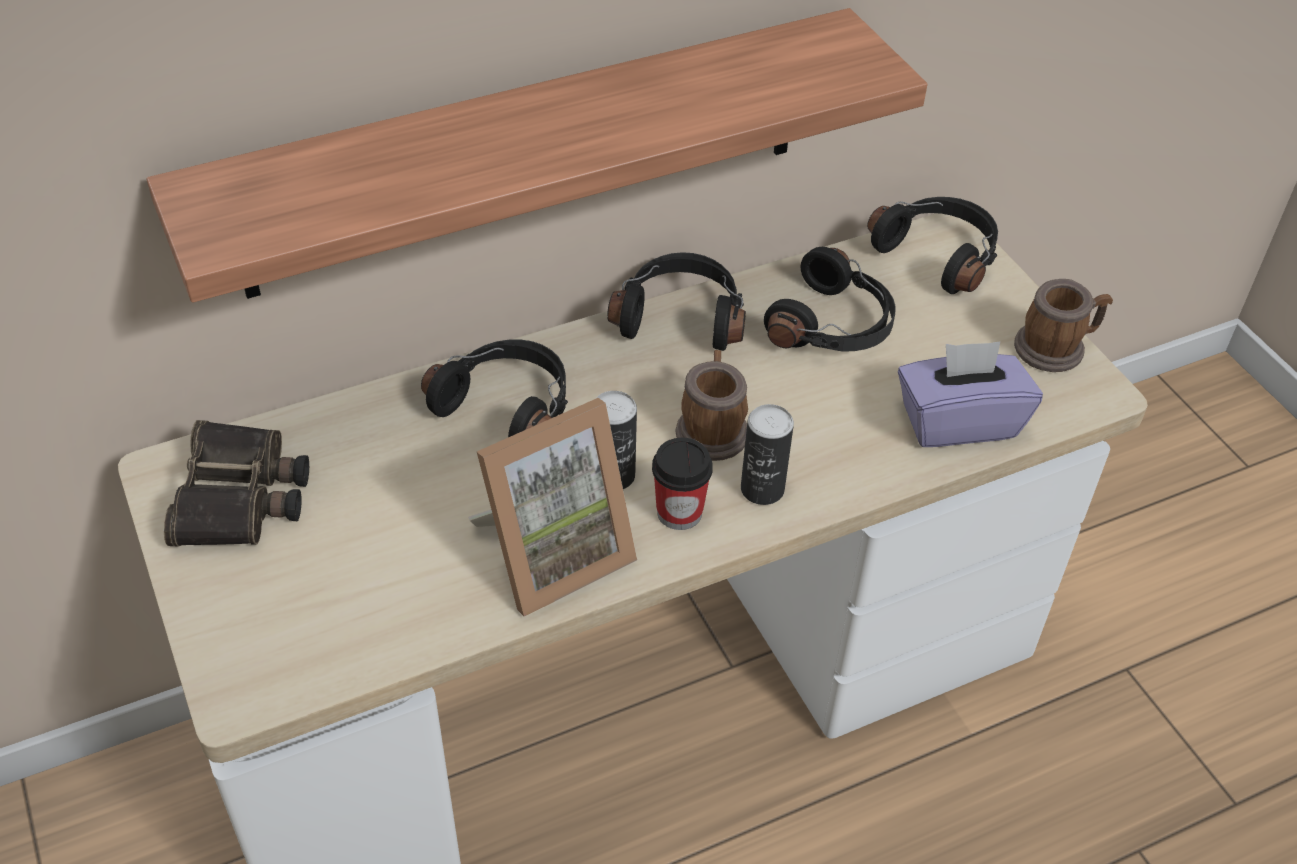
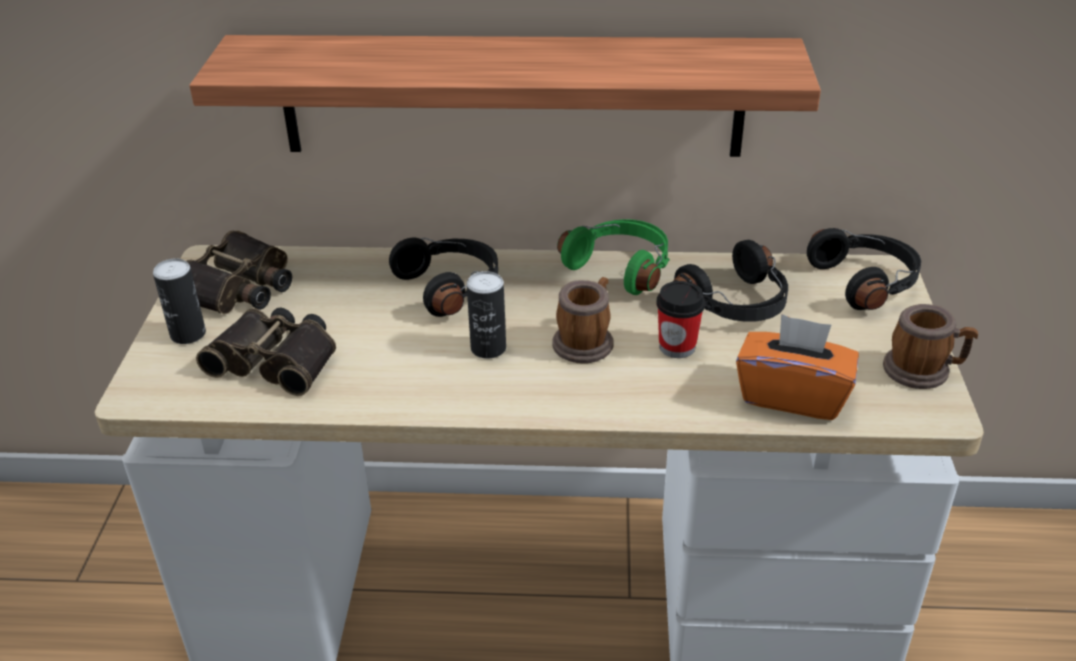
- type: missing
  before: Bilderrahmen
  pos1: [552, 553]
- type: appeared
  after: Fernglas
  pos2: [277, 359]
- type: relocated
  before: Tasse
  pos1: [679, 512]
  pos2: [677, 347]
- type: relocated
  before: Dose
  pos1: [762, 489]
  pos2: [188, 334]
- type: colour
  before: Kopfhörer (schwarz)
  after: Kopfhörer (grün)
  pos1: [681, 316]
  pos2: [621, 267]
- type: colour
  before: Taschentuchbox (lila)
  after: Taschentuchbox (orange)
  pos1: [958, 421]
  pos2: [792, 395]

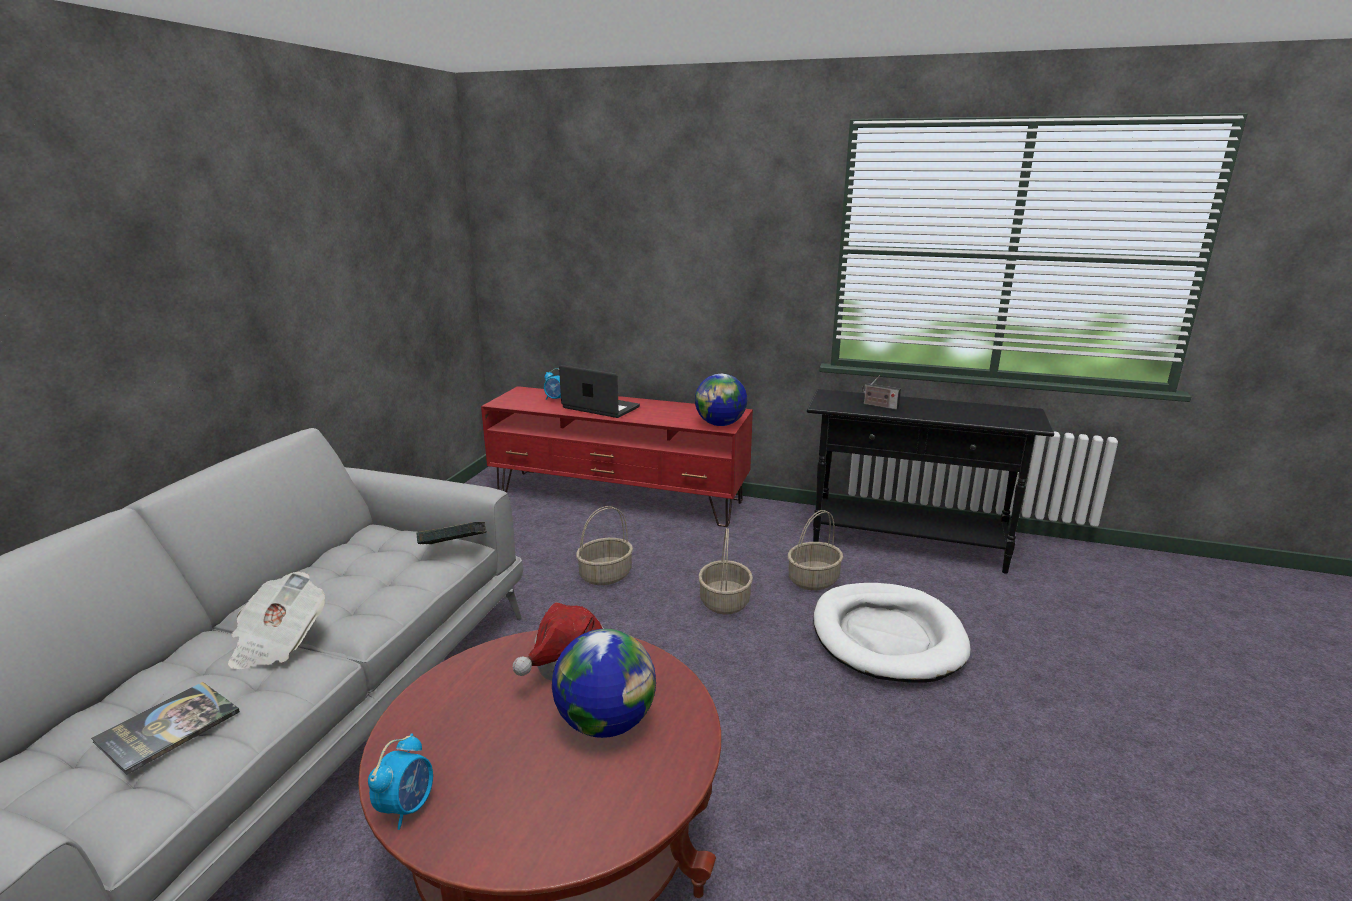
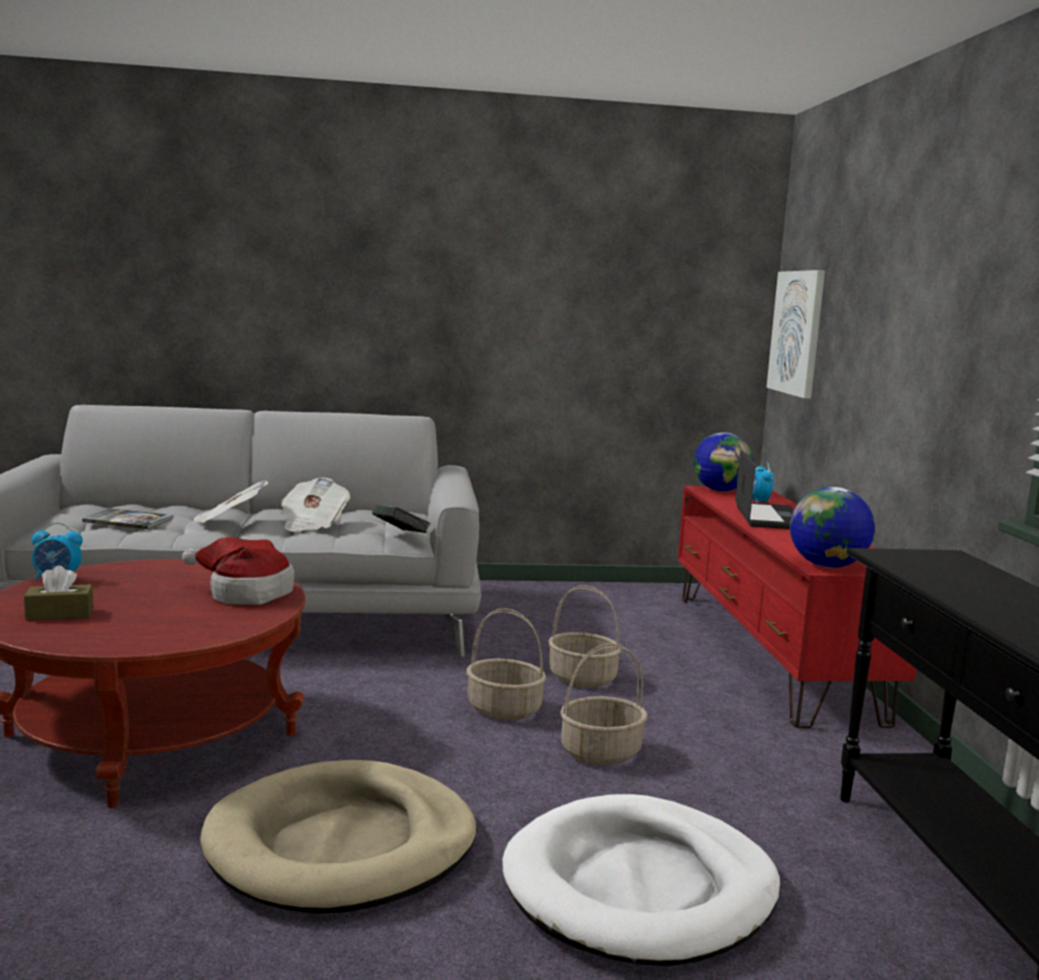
- type: missing
  before: Radio
  pos1: [879, 406]
- type: appeared
  after: Taschentuchbox (braun)
  pos2: [60, 614]
- type: appeared
  after: Hundebett (beige)
  pos2: [342, 845]
- type: appeared
  after: Zeitung
  pos2: [312, 524]
- type: appeared
  after: Bild
  pos2: [797, 332]
- type: relocated
  before: Globus
  pos1: [606, 722]
  pos2: [720, 490]
- type: relocated
  before: Korb
  pos1: [813, 579]
  pos2: [505, 709]

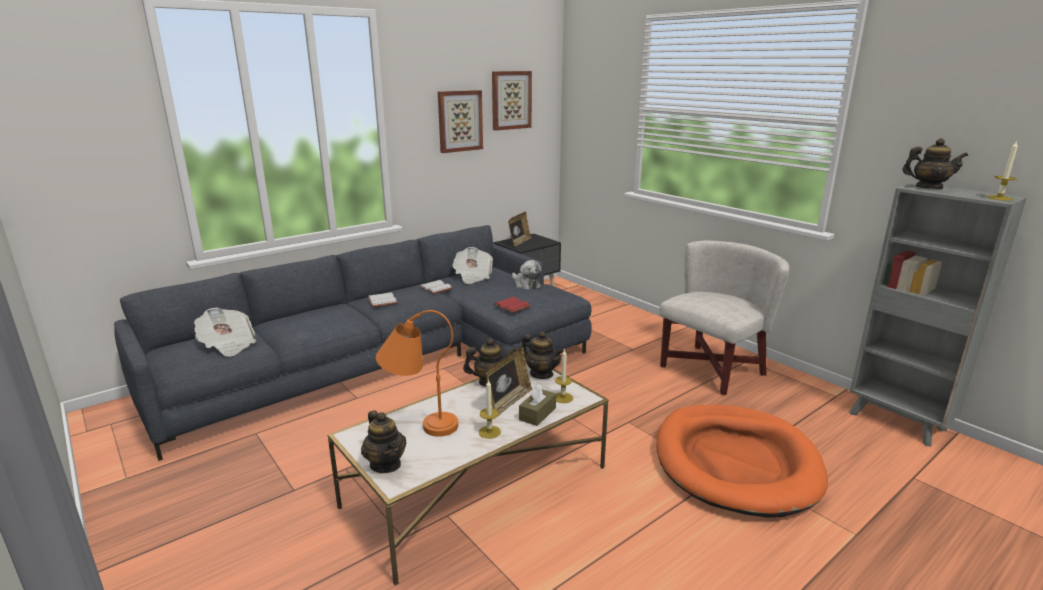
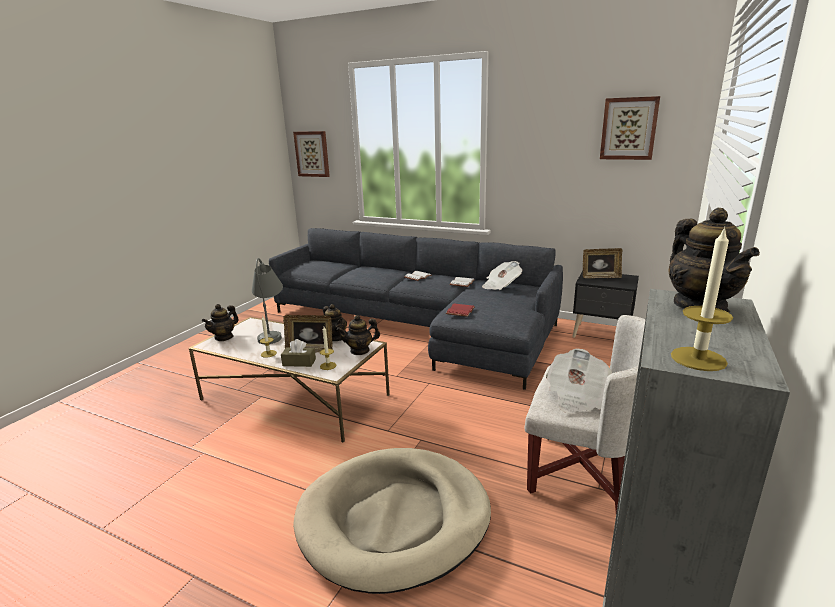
- type: missing
  before: Plüschtier
  pos1: [525, 284]
- type: relocated
  before: Zeitung
  pos1: [228, 345]
  pos2: [576, 396]
- type: relocated
  before: Bild
  pos1: [459, 121]
  pos2: [312, 154]
- type: colour
  before: Tischlampe (orange)
  after: Tischlampe (grau)
  pos1: [419, 421]
  pos2: [272, 332]
- type: colour
  before: Hundebett (orange)
  after: Hundebett (beige)
  pos1: [735, 463]
  pos2: [394, 519]
- type: spun
  before: Teekanne
  pos1: [541, 374]
  pos2: [360, 350]
  turn: 60

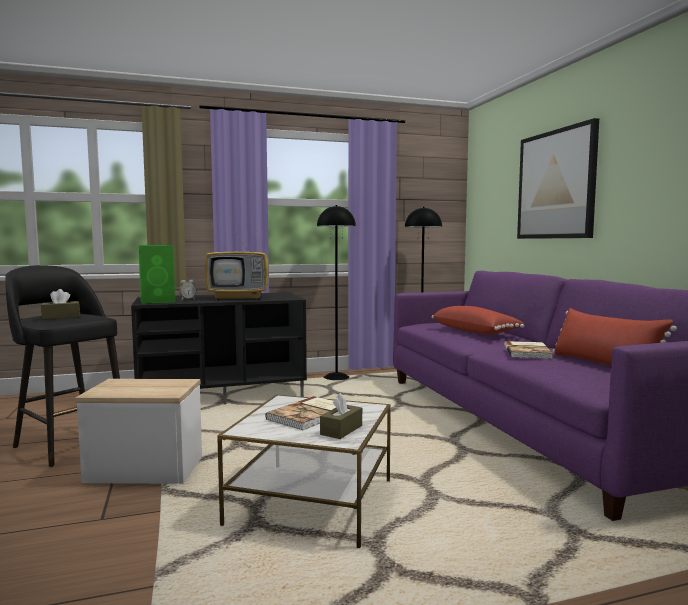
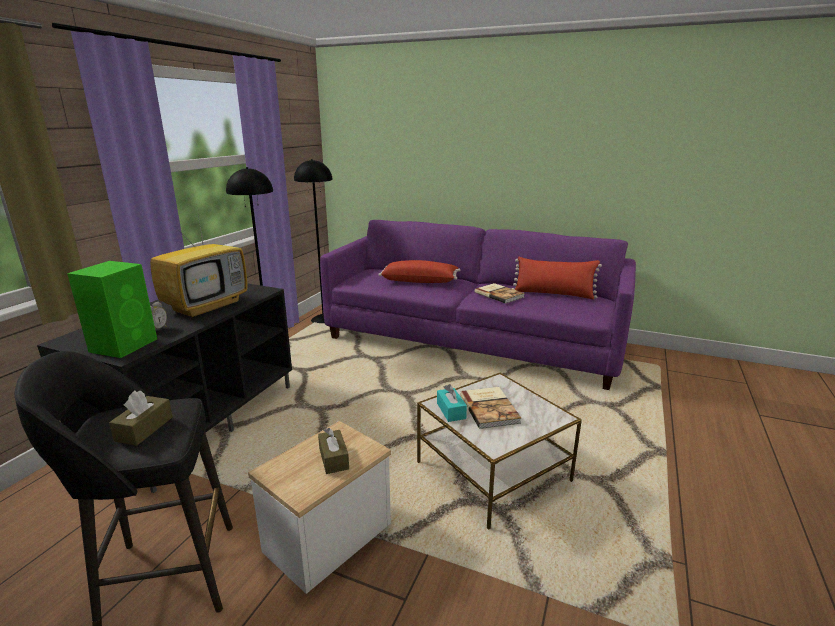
- type: missing
  before: Bild
  pos1: [556, 185]
- type: appeared
  after: Taschentuchbox (türkis)
  pos2: [451, 411]
- type: relocated
  before: Taschentuchbox (braun)
  pos1: [341, 430]
  pos2: [333, 458]

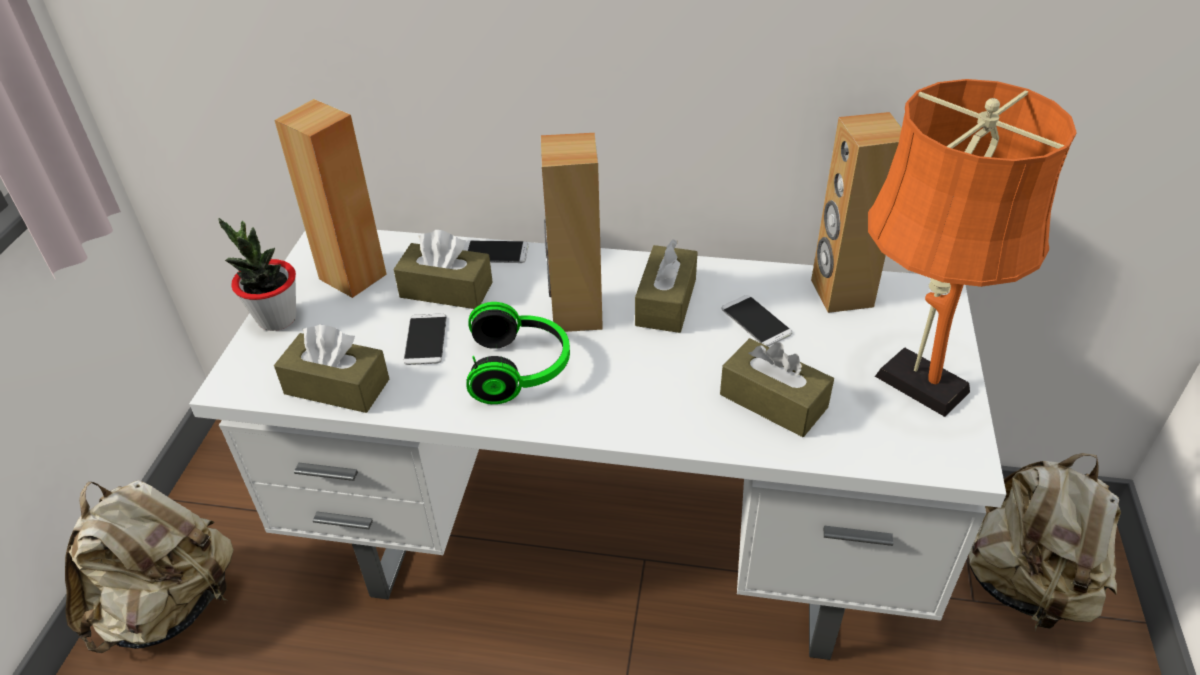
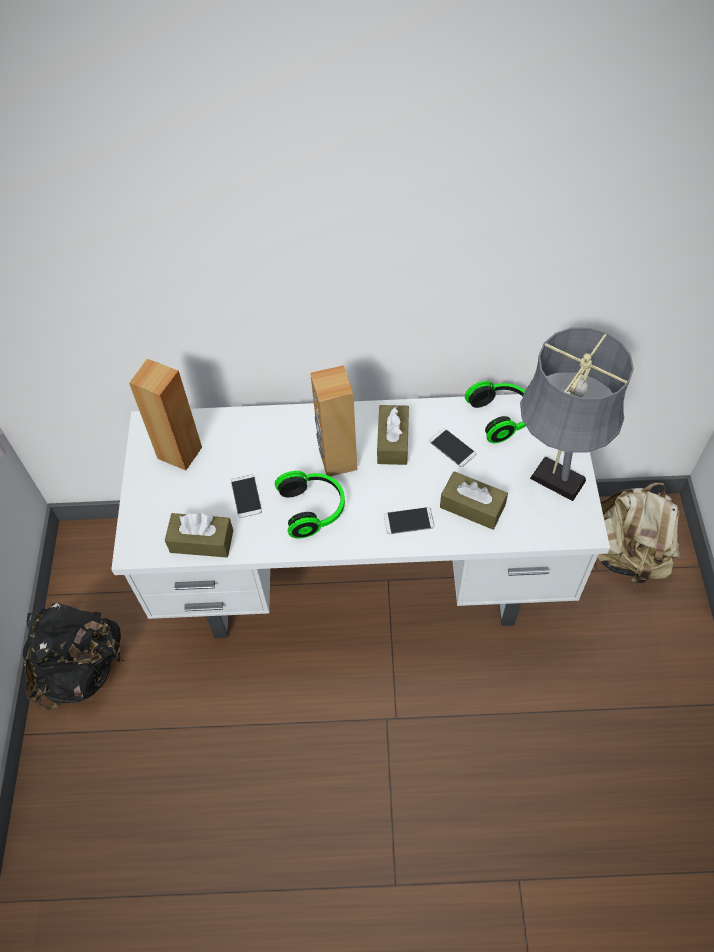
- type: missing
  before: Topfpflanze
  pos1: [276, 318]
- type: missing
  before: Taschentuchbox (braun)
  pos1: [446, 290]
- type: relocated
  before: Handy
  pos1: [495, 253]
  pos2: [409, 521]
- type: exchanged
  before: Lautsprecher (braun)
  after: Kopfhörer
  pos1: [840, 293]
  pos2: [502, 417]
- type: colour
  before: Rucksack (beige)
  after: Rucksack (schwarz)
  pos1: [170, 606]
  pos2: [82, 669]
- type: colour
  before: Tischlampe (orange)
  after: Tischlampe (grau)
  pos1: [914, 379]
  pos2: [552, 477]

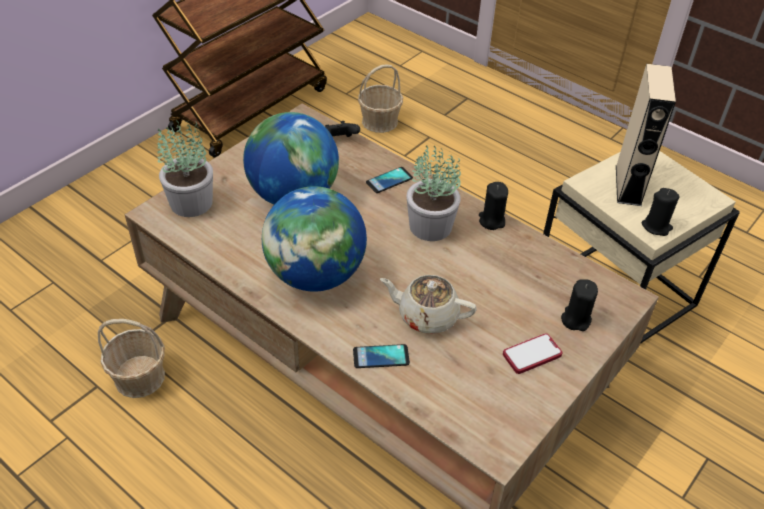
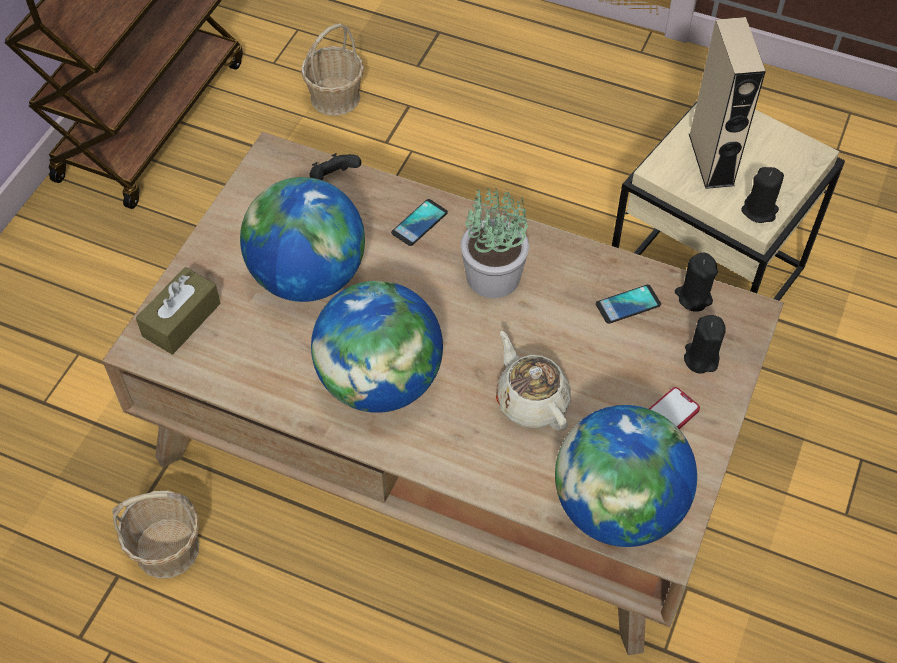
- type: appeared
  after: Globus
  pos2: [617, 508]
- type: relocated
  before: Handy
  pos1: [381, 357]
  pos2: [628, 305]
- type: relocated
  before: Kerze (schwarz)
  pos1: [491, 220]
  pos2: [693, 297]
- type: exchanged
  before: Topfpflanze
  after: Taschentuchbox (braun)
  pos1: [191, 202]
  pos2: [181, 320]
- type: spun
  before: Teekanne (beige)
  pos1: [426, 316]
  pos2: [531, 401]
  turn: 60

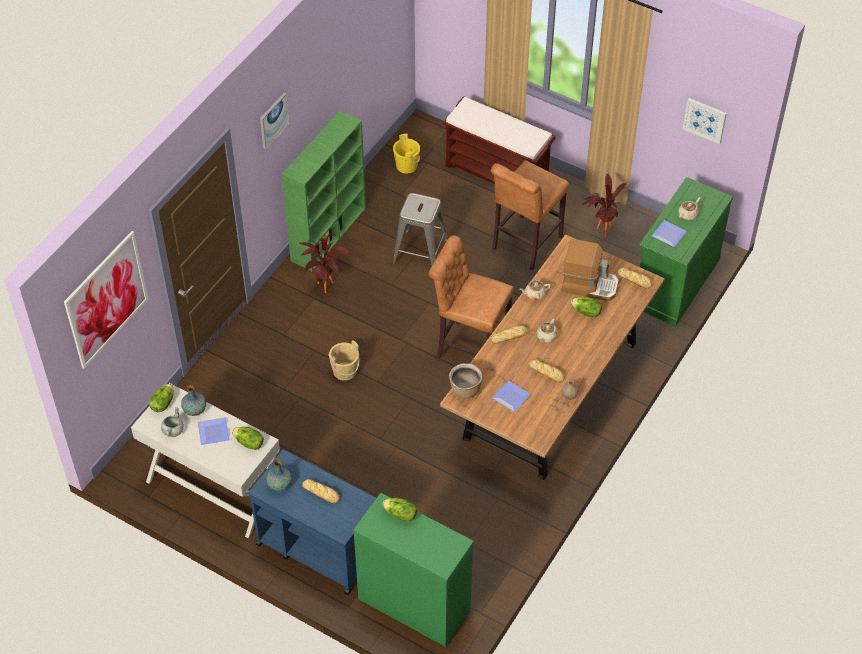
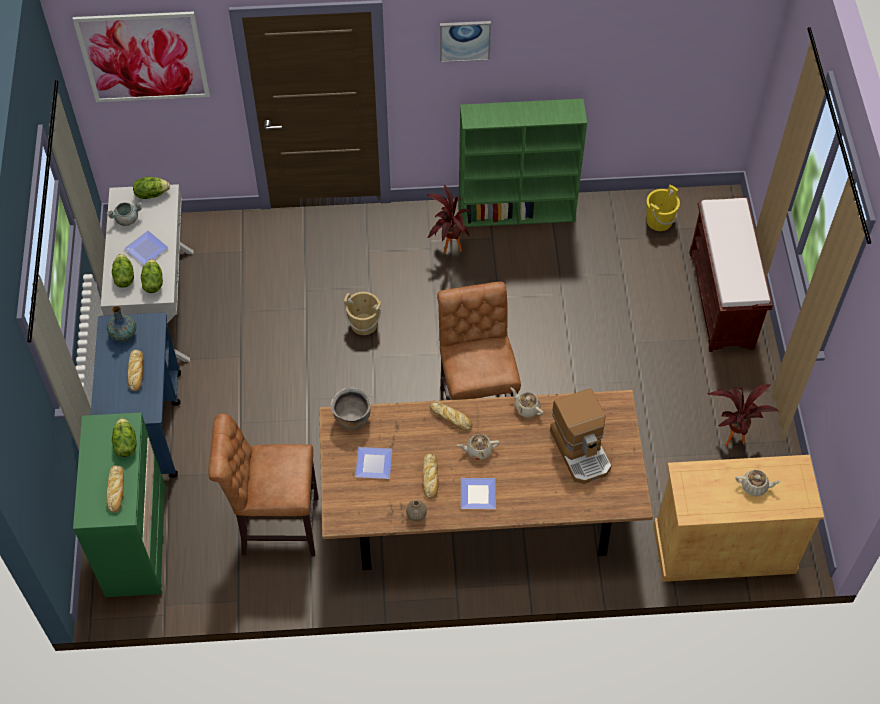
- type: missing
  before: Vase
  pos1: [194, 410]
- type: missing
  before: Hocker (grau)
  pos1: [420, 252]
- type: missing
  before: Bild
  pos1: [704, 120]
- type: relocated
  before: Hocker (braun)
  pos1: [524, 245]
  pos2: [275, 526]
- type: relocated
  before: Salatkopf
  pos1: [586, 312]
  pos2: [124, 277]
- type: relocated
  before: Brot
  pos1: [635, 280]
  pos2: [116, 491]
- type: relocated
  before: Teller
  pos1: [667, 235]
  pos2: [476, 493]
- type: colour
  before: Schrank (grün)
  after: Schrank (beige)
  pos1: [675, 282]
  pos2: [723, 548]

